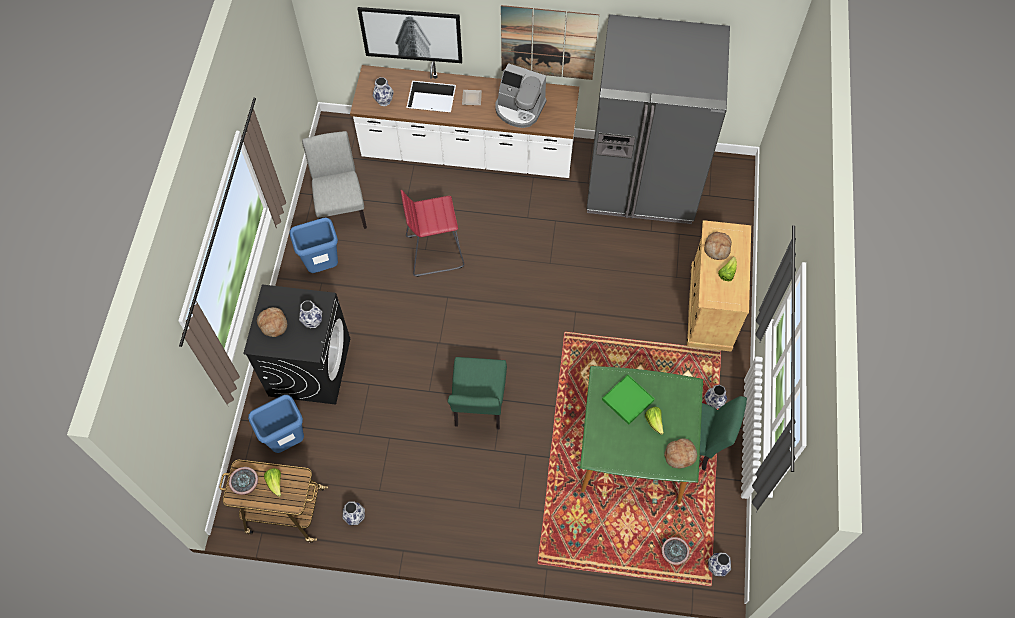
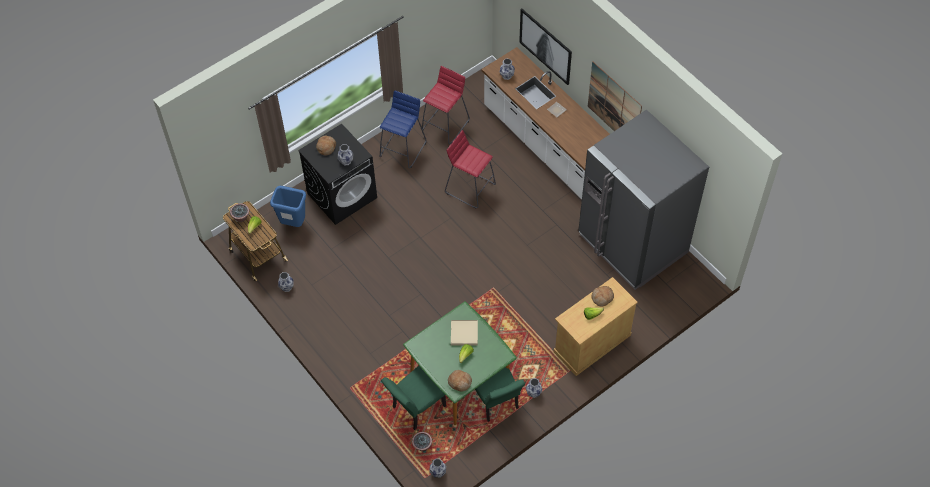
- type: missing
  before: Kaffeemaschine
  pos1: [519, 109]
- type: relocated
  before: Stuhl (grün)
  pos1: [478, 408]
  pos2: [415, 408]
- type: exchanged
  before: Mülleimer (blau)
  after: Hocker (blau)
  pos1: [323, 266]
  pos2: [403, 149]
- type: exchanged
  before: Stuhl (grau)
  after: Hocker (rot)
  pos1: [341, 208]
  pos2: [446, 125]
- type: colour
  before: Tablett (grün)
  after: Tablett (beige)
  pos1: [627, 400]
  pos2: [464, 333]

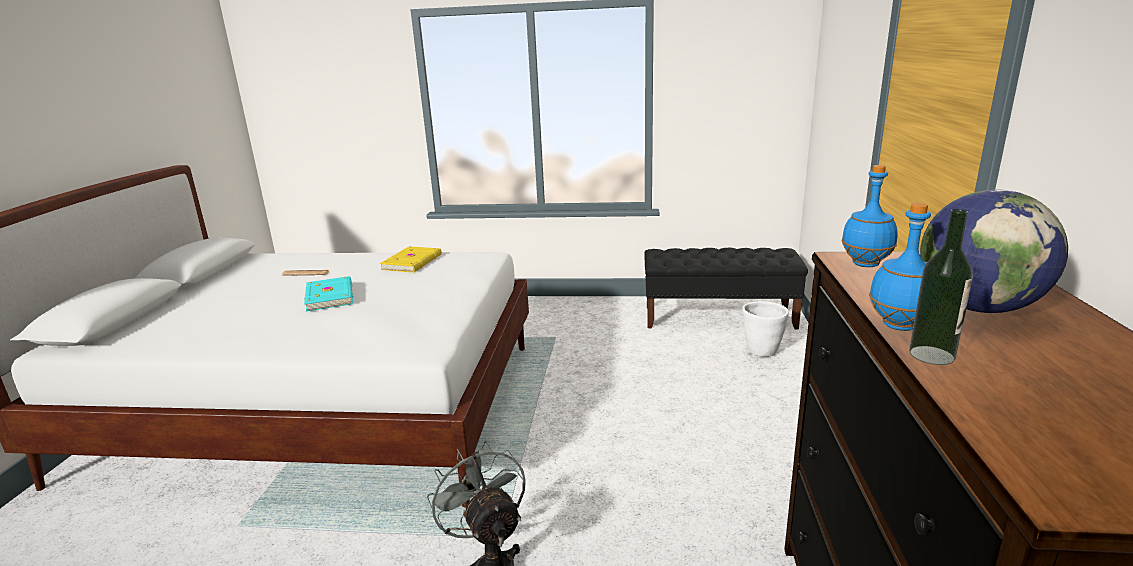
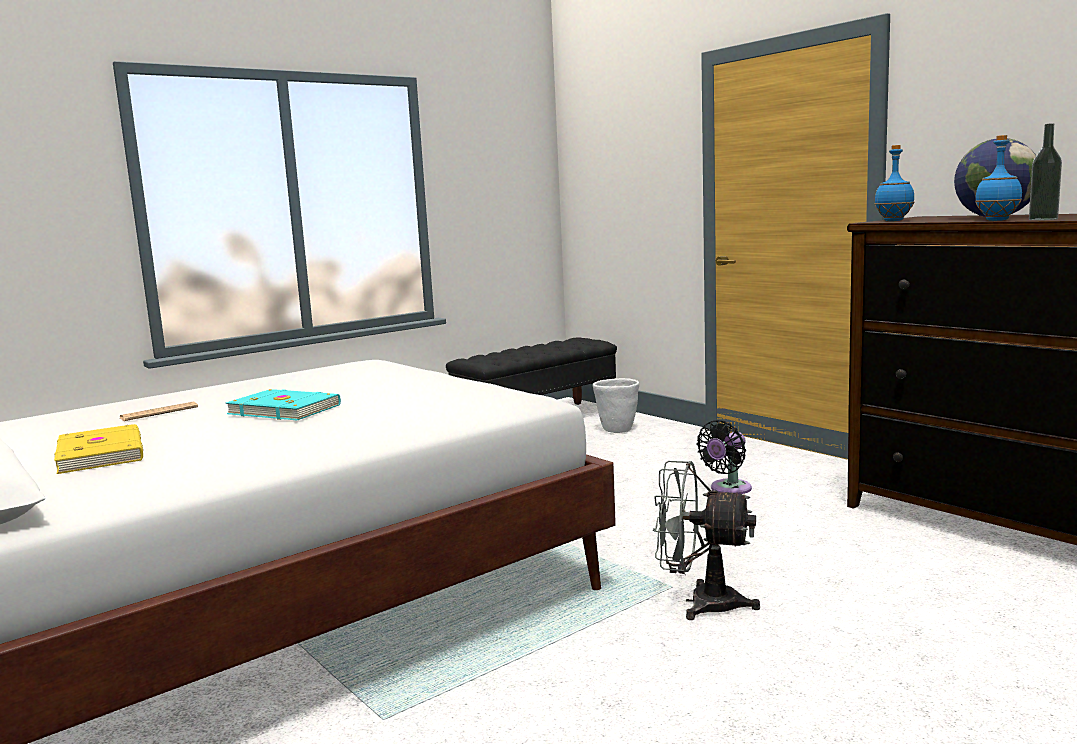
- type: appeared
  after: Ventilator (schwarz)
  pos2: [728, 489]
- type: relocated
  before: Buch (gelb)
  pos1: [413, 262]
  pos2: [103, 453]

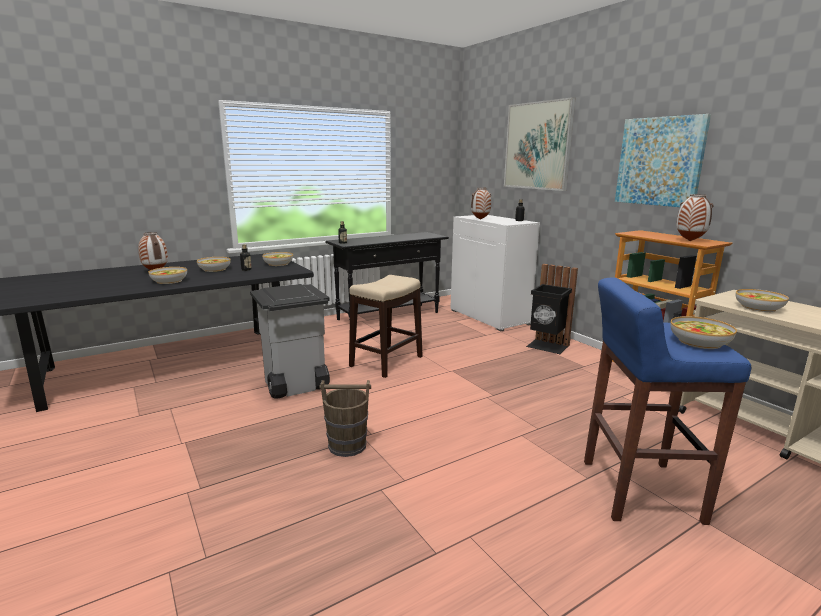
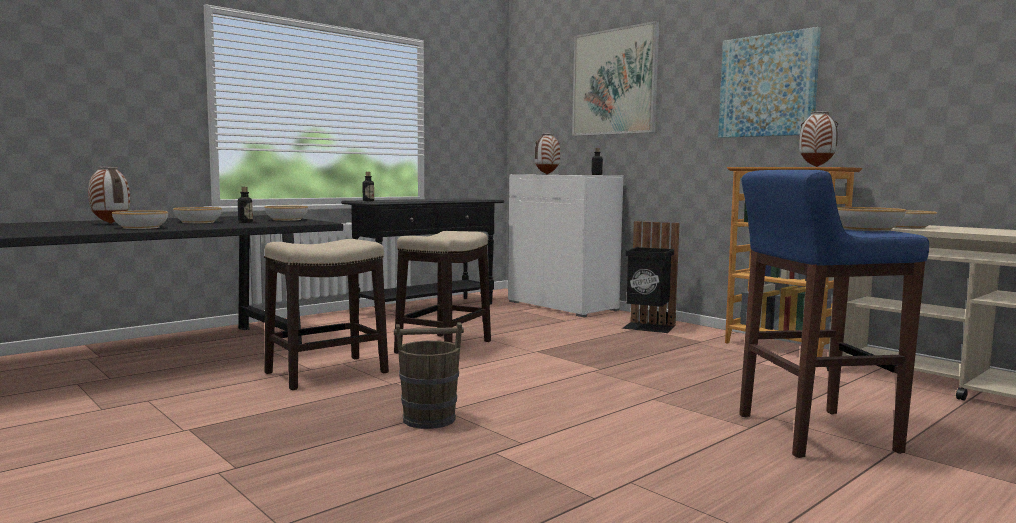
- type: exchanged
  before: Mülleimer (grau)
  after: Hocker
  pos1: [294, 386]
  pos2: [325, 373]

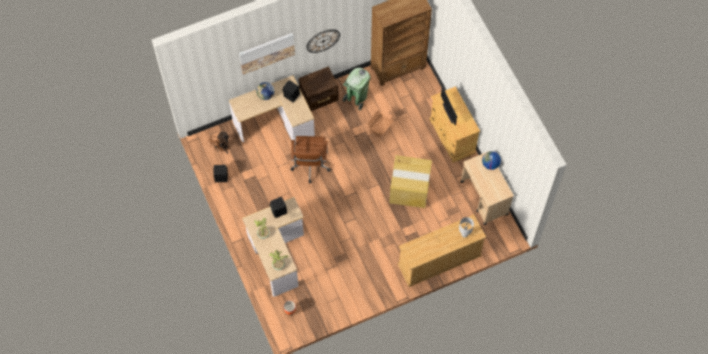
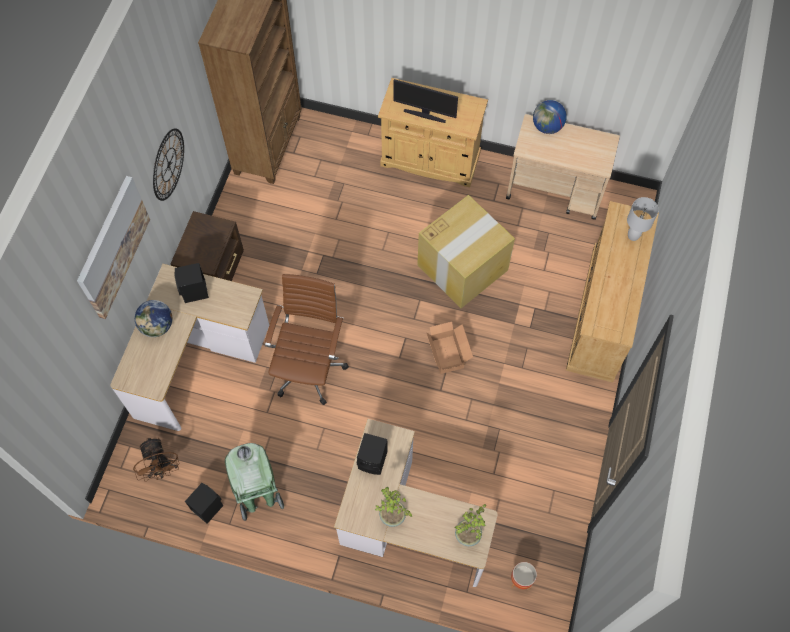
- type: relocated
  before: Mülleimer (grün)
  pos1: [356, 98]
  pos2: [259, 495]
- type: relocated
  before: Karton
  pos1: [380, 127]
  pos2: [448, 353]
- type: spun
  before: Bürostuhl (braun)
  pos1: [310, 167]
  pos2: [310, 367]
  turn: -120

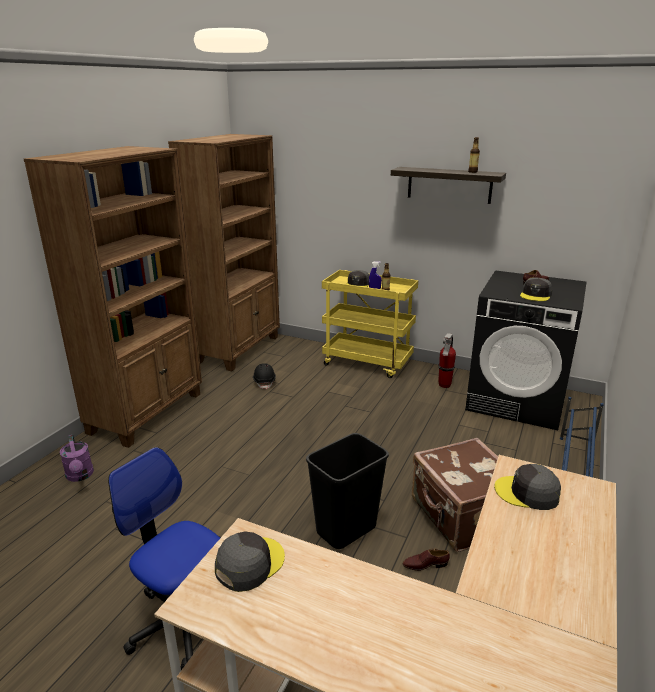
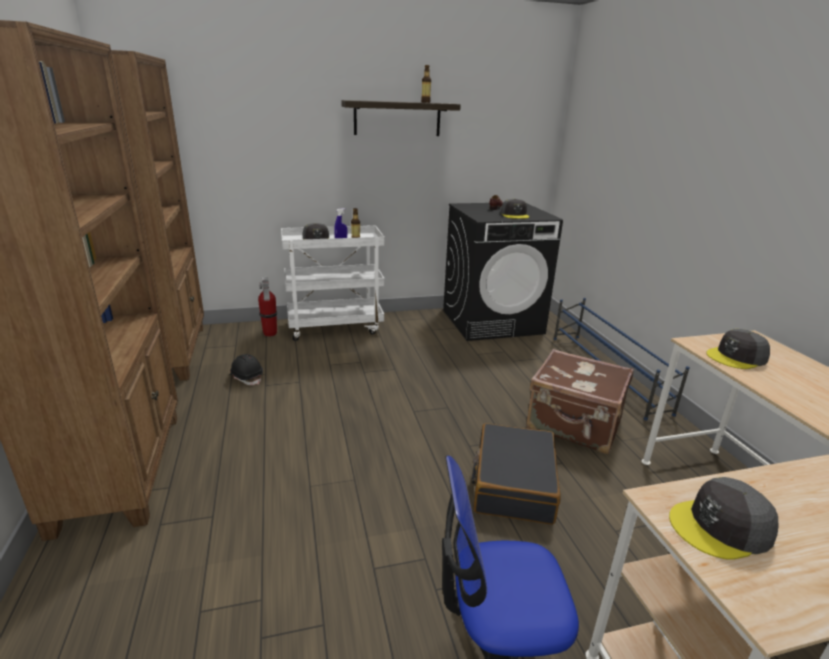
- type: missing
  before: Gießkanne (lila)
  pos1: [80, 476]
- type: missing
  before: Schuh (braun)
  pos1: [425, 564]
- type: relocated
  before: Feuerlöscher
  pos1: [444, 385]
  pos2: [270, 334]
- type: exchanged
  before: Mülleimer (schwarz)
  after: Koffer (schwarz)
  pos1: [346, 531]
  pos2: [513, 484]
- type: colour
  before: Rollwagen (gelb)
  after: Rollwagen (weiß)
  pos1: [368, 363]
  pos2: [335, 327]
- type: spun
  before: Kappe (grau)
  pos1: [249, 564]
  pos2: [721, 527]
  turn: -105

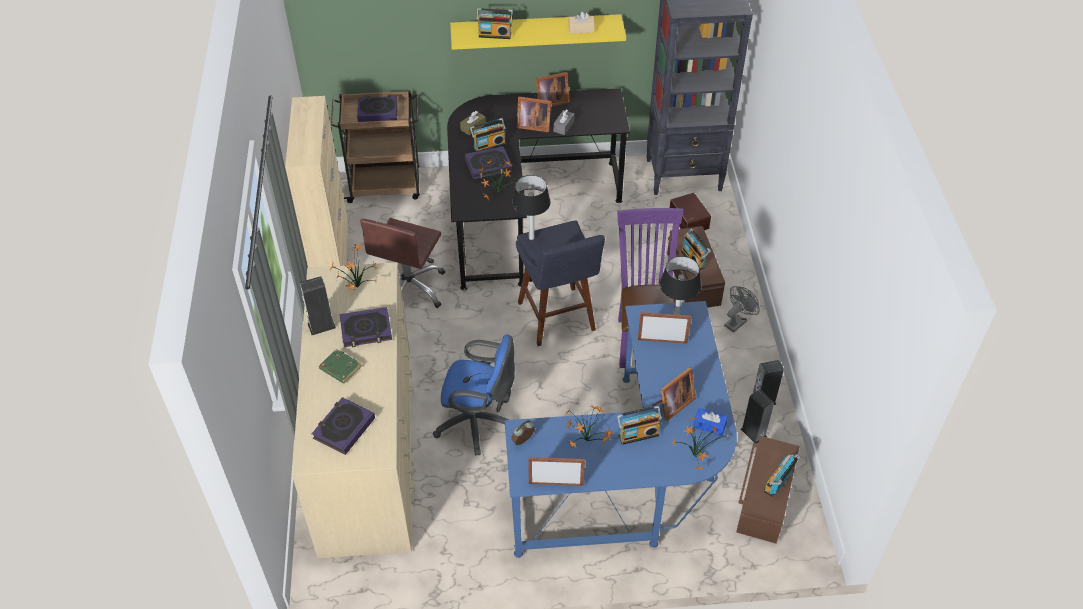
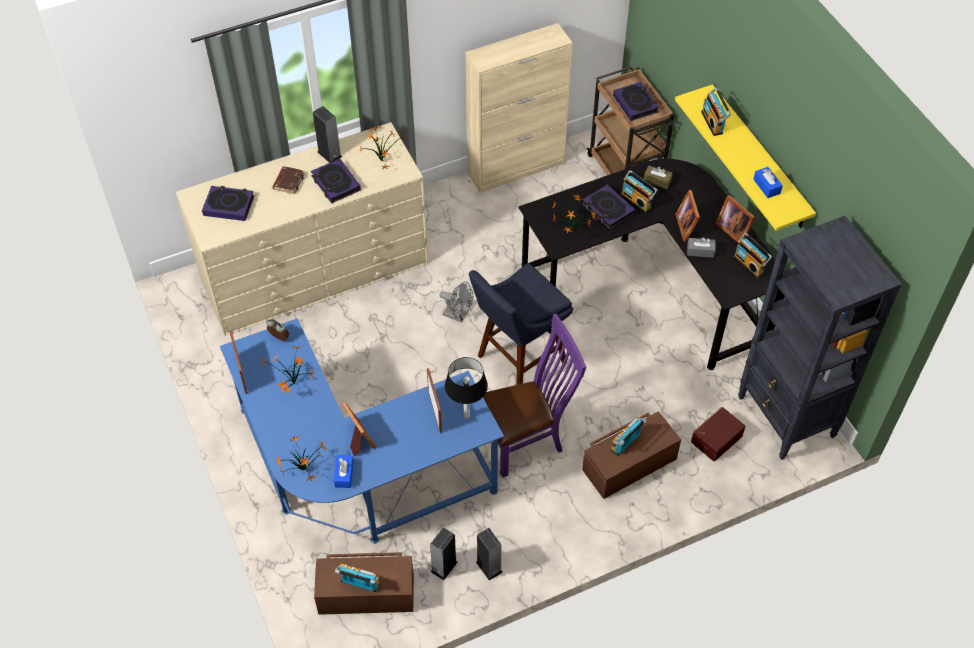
- type: missing
  before: Bürostuhl (braun)
  pos1: [409, 289]
- type: missing
  before: Bürostuhl (blau)
  pos1: [478, 423]
- type: missing
  before: Tischlampe
  pos1: [531, 238]
- type: relocated
  before: Radio
  pos1: [638, 434]
  pos2: [750, 265]
- type: relocated
  before: Ventilator (grau)
  pos1: [737, 321]
  pos2: [458, 315]
- type: colour
  before: Buch (grün)
  after: Buch (braun)
  pos1: [339, 368]
  pos2: [288, 181]
- type: colour
  before: Taschentuchbox (beige)
  after: Taschentuchbox (blau)
  pos1: [581, 29]
  pos2: [766, 186]
- type: spun
  before: Bilderrahmen
  pos1: [672, 405]
  pos2: [358, 439]
  turn: -150

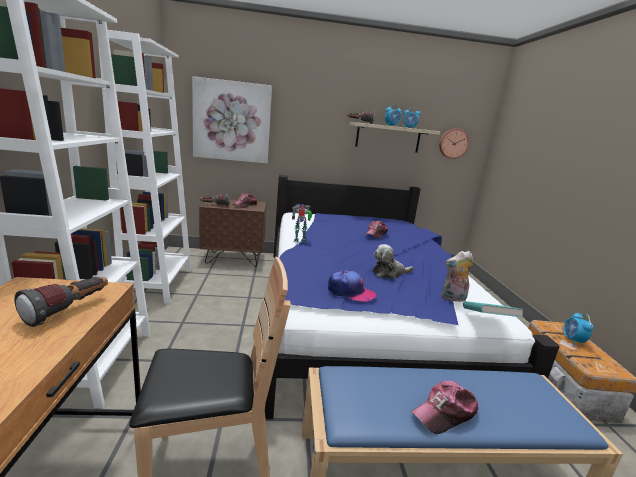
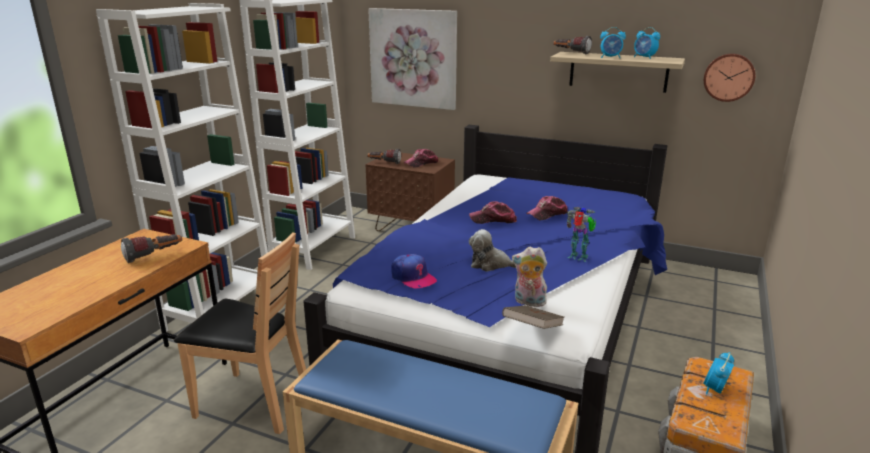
- type: relocated
  before: Spielzeugroboter
  pos1: [300, 241]
  pos2: [579, 258]
- type: relocated
  before: Kappe
  pos1: [445, 413]
  pos2: [493, 219]
- type: colour
  before: Buch (türkis)
  after: Buch (braun)
  pos1: [487, 320]
  pos2: [532, 329]

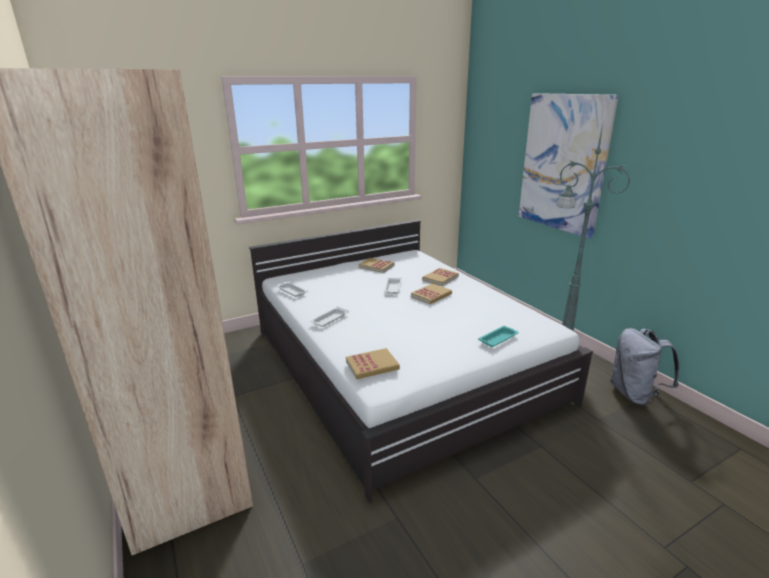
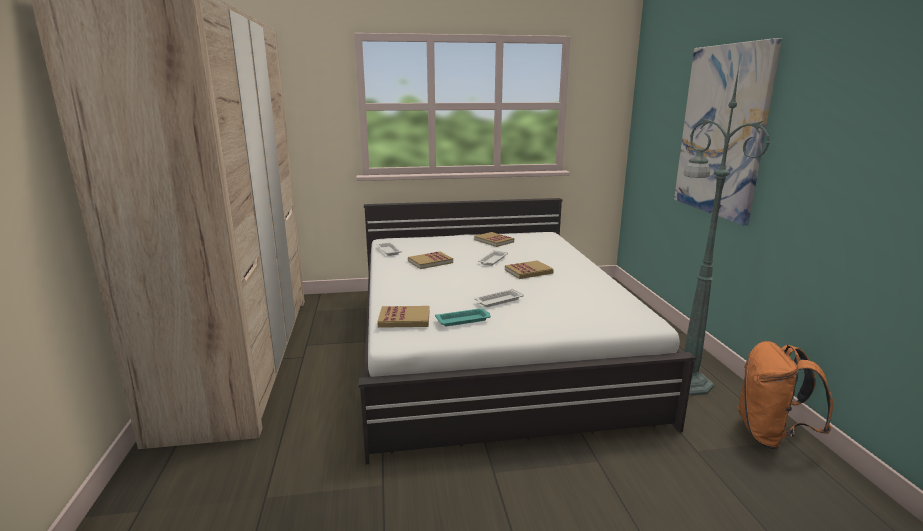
- type: relocated
  before: Tablett (weiß)
  pos1: [329, 319]
  pos2: [498, 301]
- type: relocated
  before: Buch
  pos1: [440, 278]
  pos2: [430, 262]
- type: relocated
  before: Tablett (türkis)
  pos1: [499, 338]
  pos2: [464, 320]
- type: colour
  before: Rucksack (grau)
  after: Rucksack (orange)
  pos1: [634, 394]
  pos2: [770, 435]

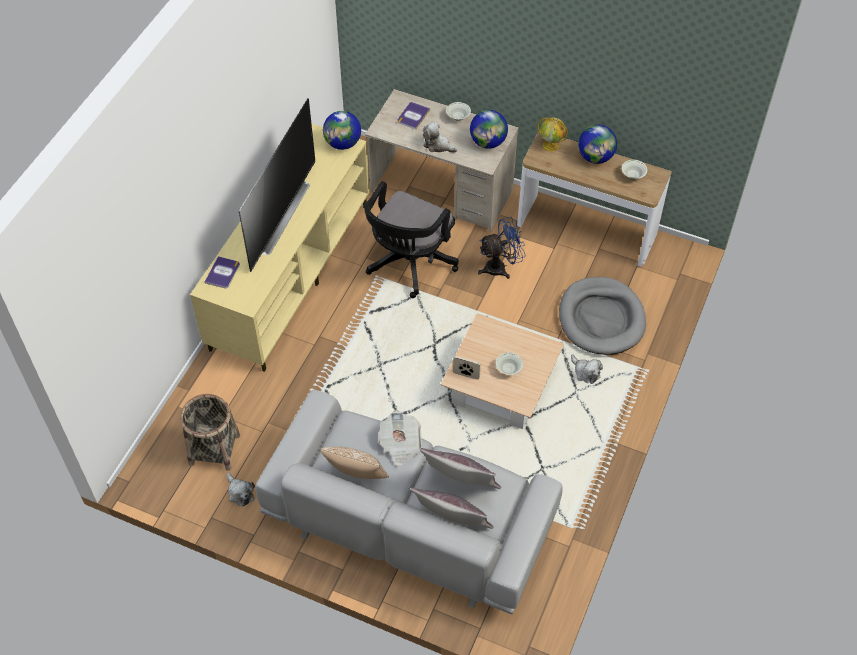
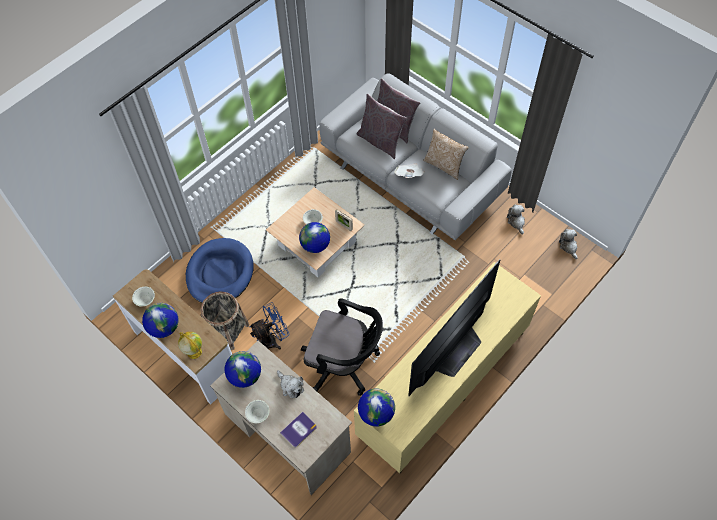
- type: missing
  before: Buch
  pos1: [222, 273]
- type: appeared
  after: Globus
  pos2: [315, 245]
- type: relocated
  before: Korb
  pos1: [214, 449]
  pos2: [227, 330]
- type: relocated
  before: Plüschtier
  pos1: [585, 372]
  pos2: [568, 246]
- type: colour
  before: Hundebett (grau)
  after: Hundebett (blau)
  pos1: [601, 318]
  pos2: [220, 273]
- type: spun
  before: Bürostuhl (schwarz)
  pos1: [408, 265]
  pos2: [344, 364]
  turn: 60
- type: spun
  before: Ventilator (blau)
  pos1: [500, 267]
  pos2: [272, 339]
  turn: 150

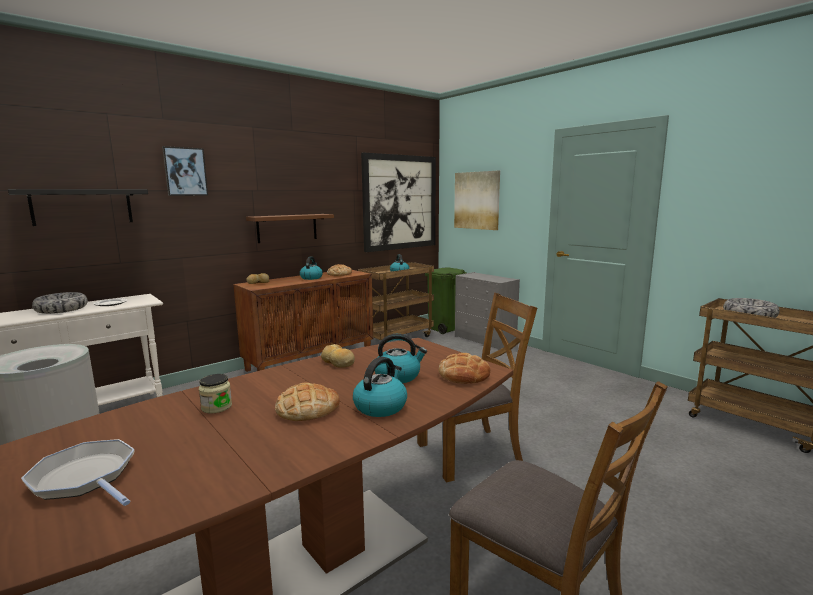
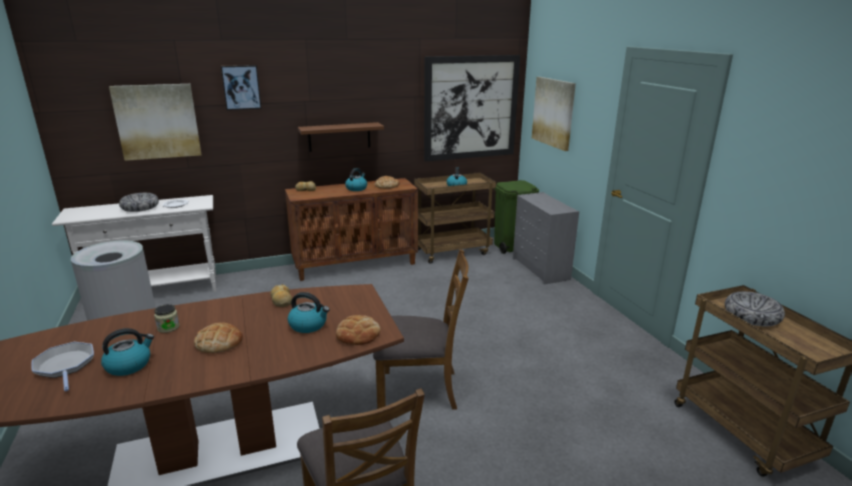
- type: relocated
  before: Wasserkessel
  pos1: [380, 406]
  pos2: [129, 365]
- type: exchanged
  before: Wandregal (schwarz)
  after: Bild
  pos1: [82, 206]
  pos2: [157, 121]

